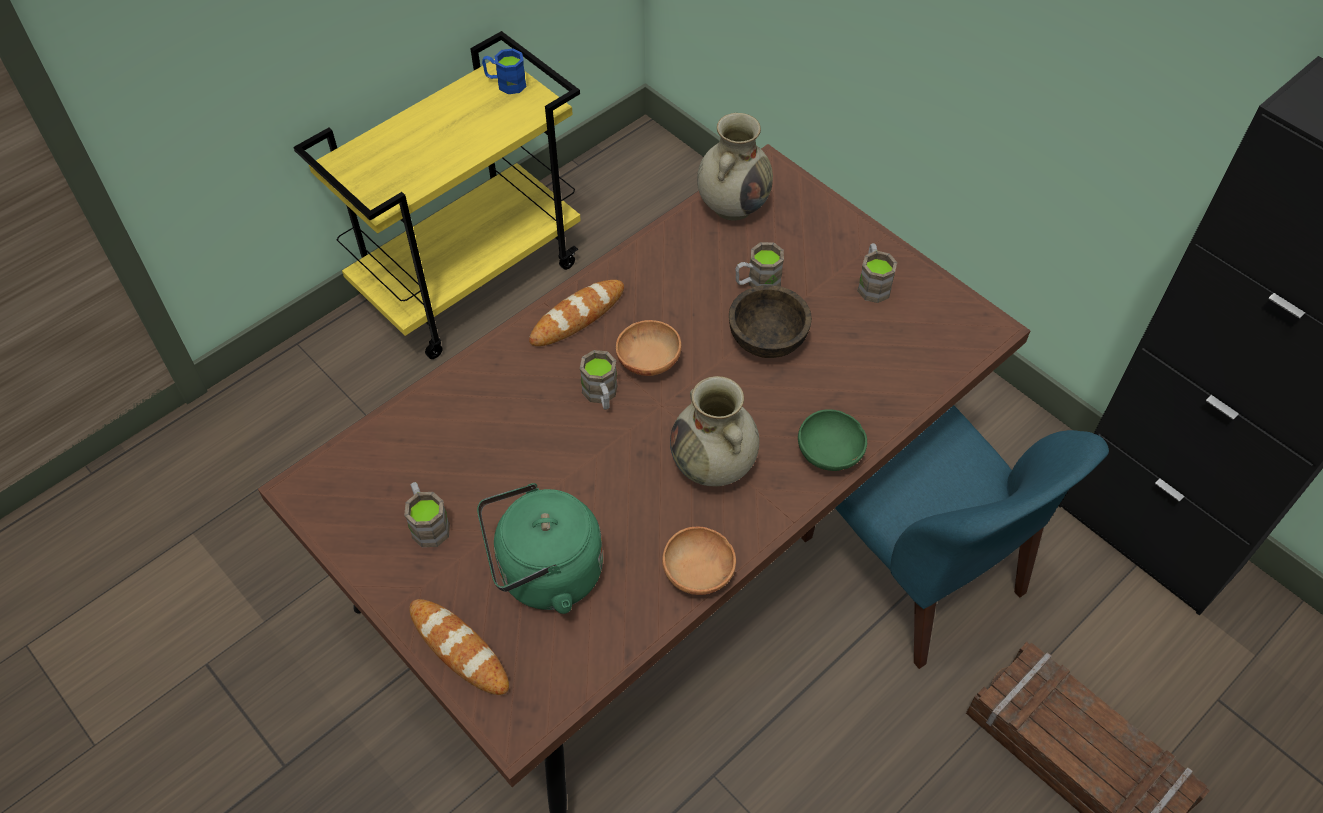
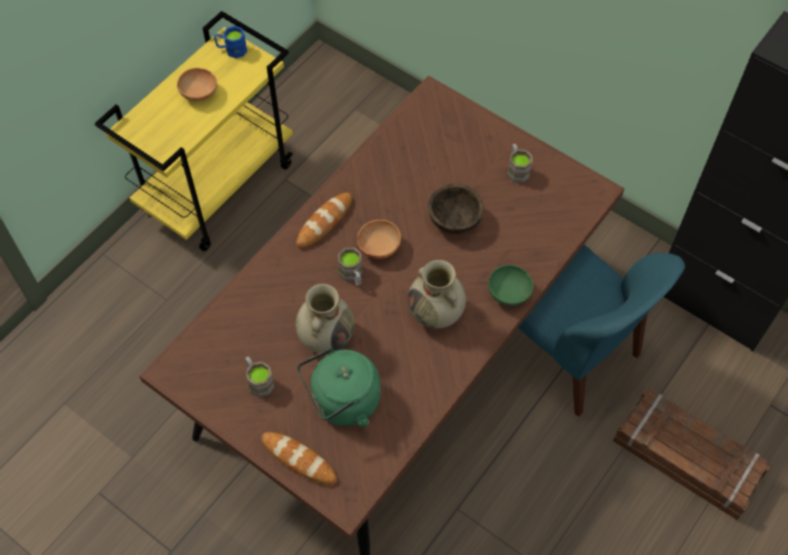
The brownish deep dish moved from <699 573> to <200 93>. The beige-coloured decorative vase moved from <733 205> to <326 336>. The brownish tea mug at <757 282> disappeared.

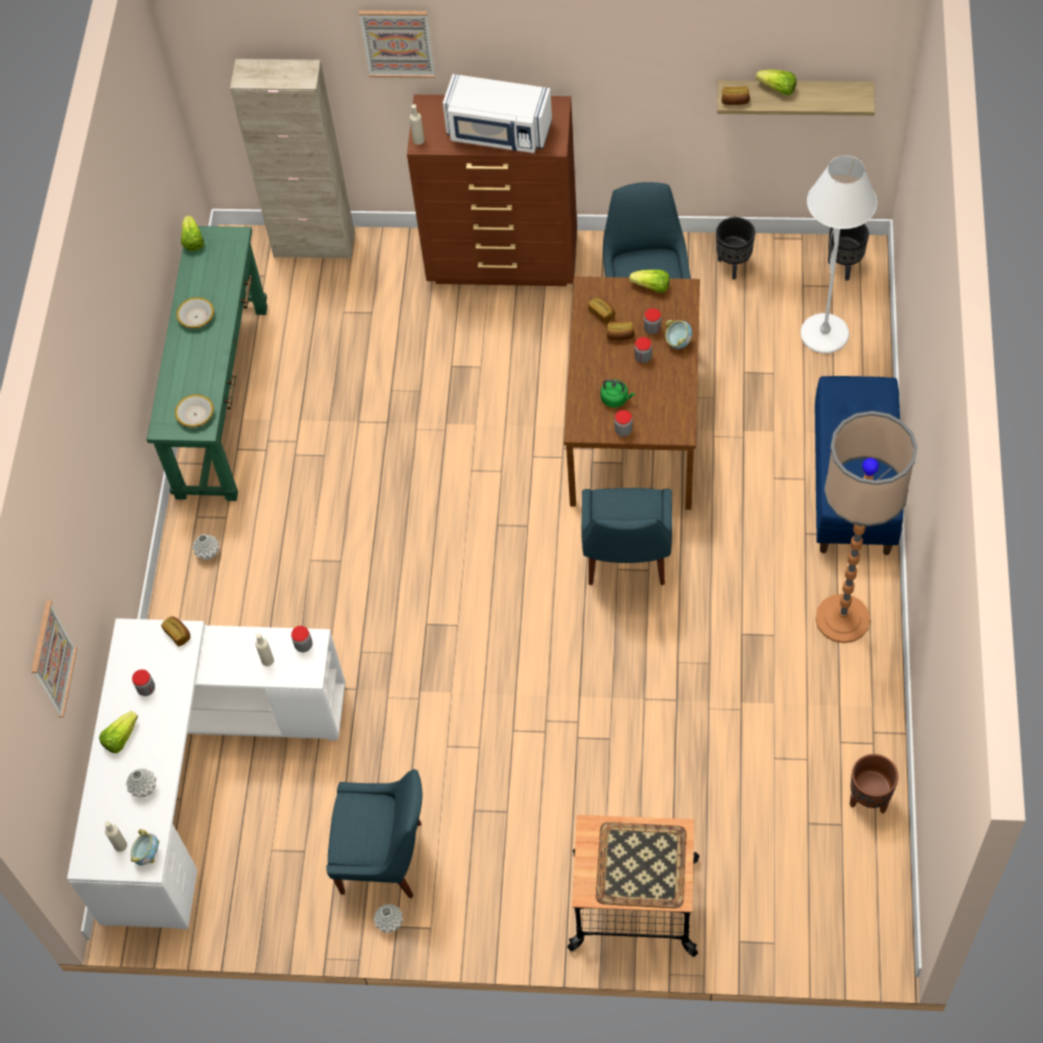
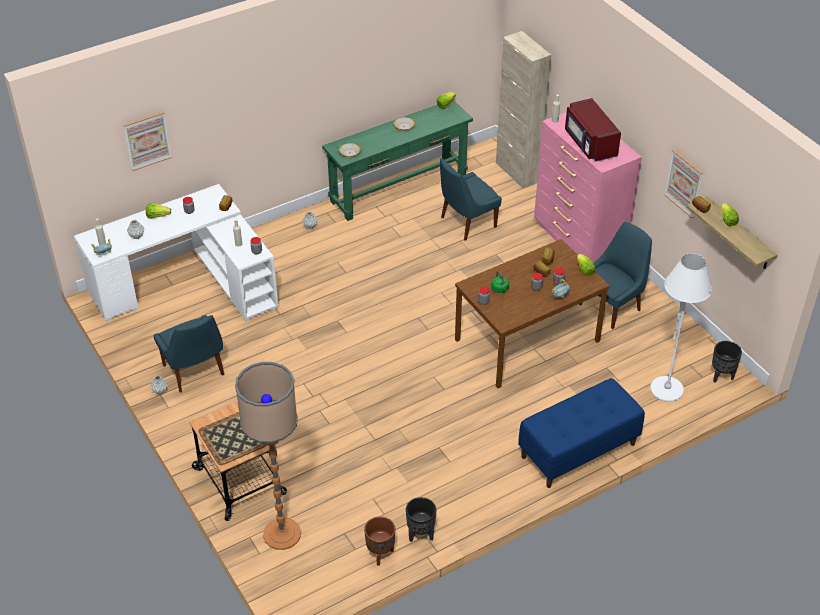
The floor lamp moved from <842 619> to <282 534>. The black plant pot moved from <733 265> to <421 535>. The blue plain chair moved from <626 559> to <466 223>. The brownish dresser at <503 261> became the pink dresser at <578 241>. The white microwave oven at <498 133> became the red microwave oven at <589 143>. The wall art moved from <397 42> to <684 183>.

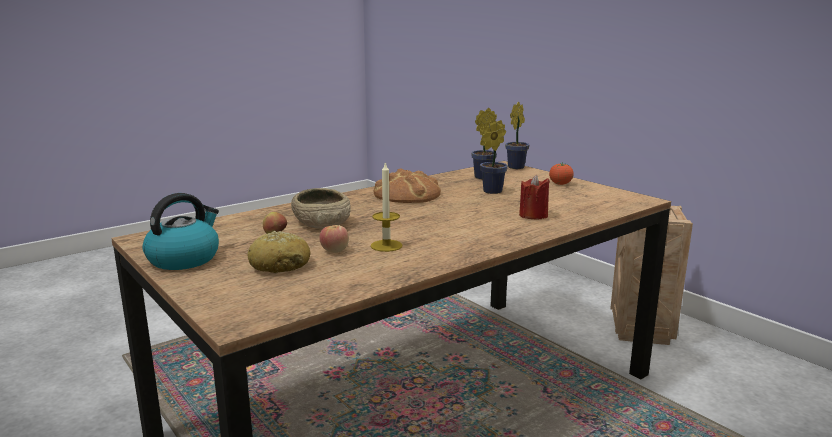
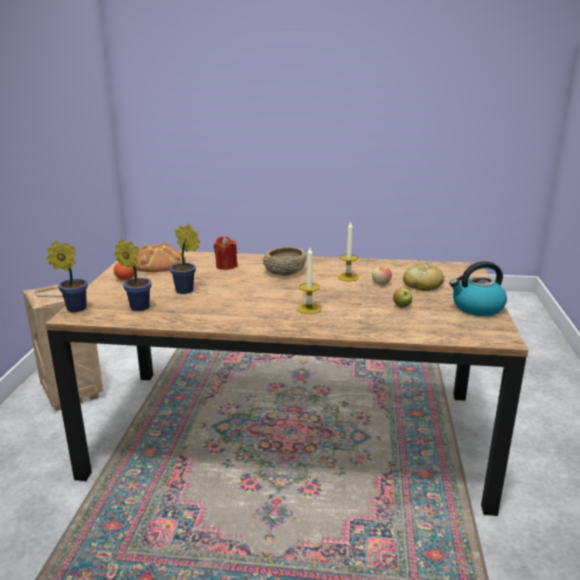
The baked bread moved from <407 194> to <158 263>. The beige-coloured deep dish moved from <322 222> to <284 271>. The candle at <309 309> appeared.

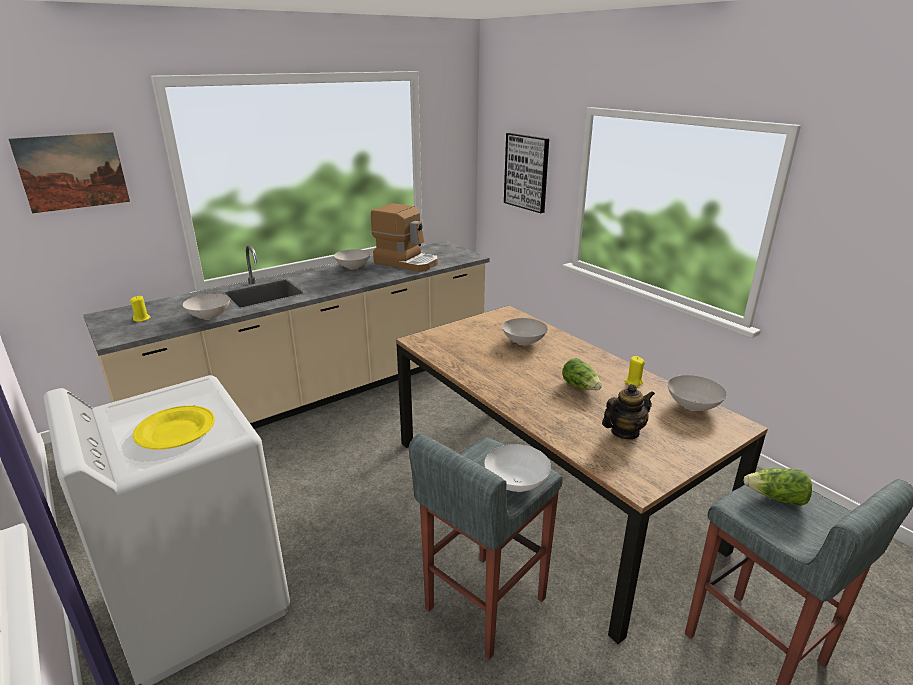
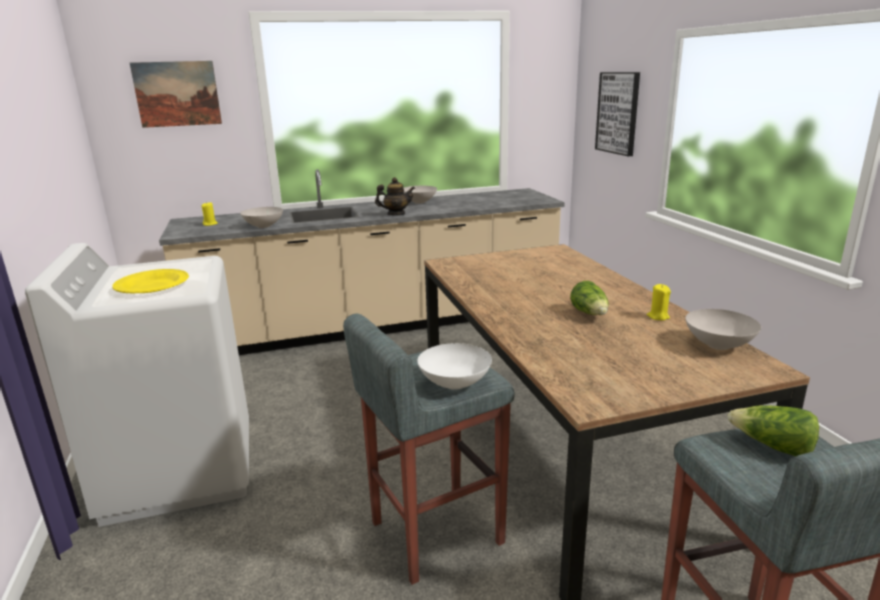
The pot for tea moved from <624 432> to <396 214>. The coffee machine at <407 262> disappeared. The white deep dish at <523 342> disappeared.

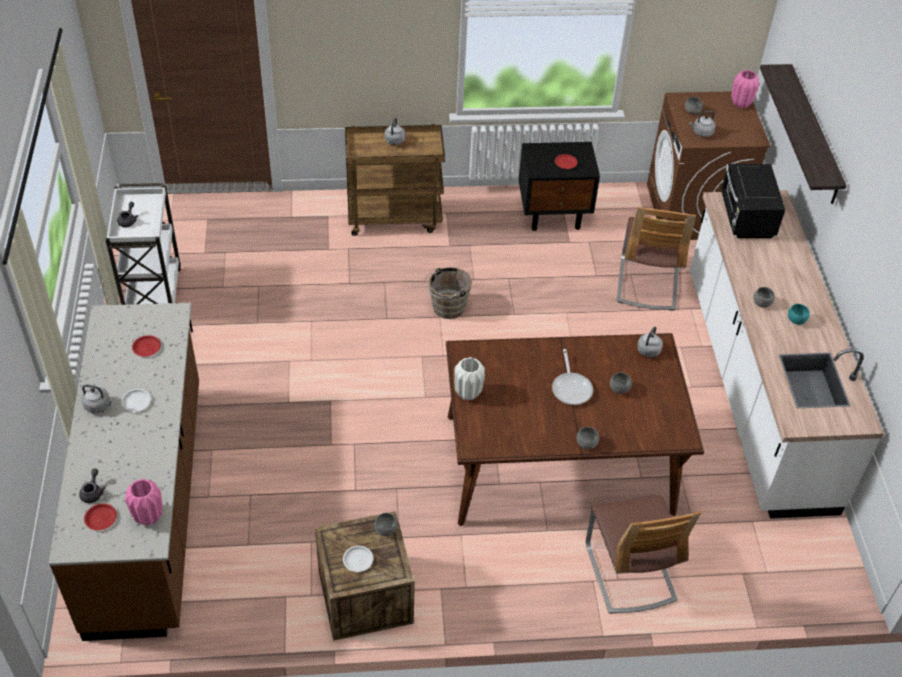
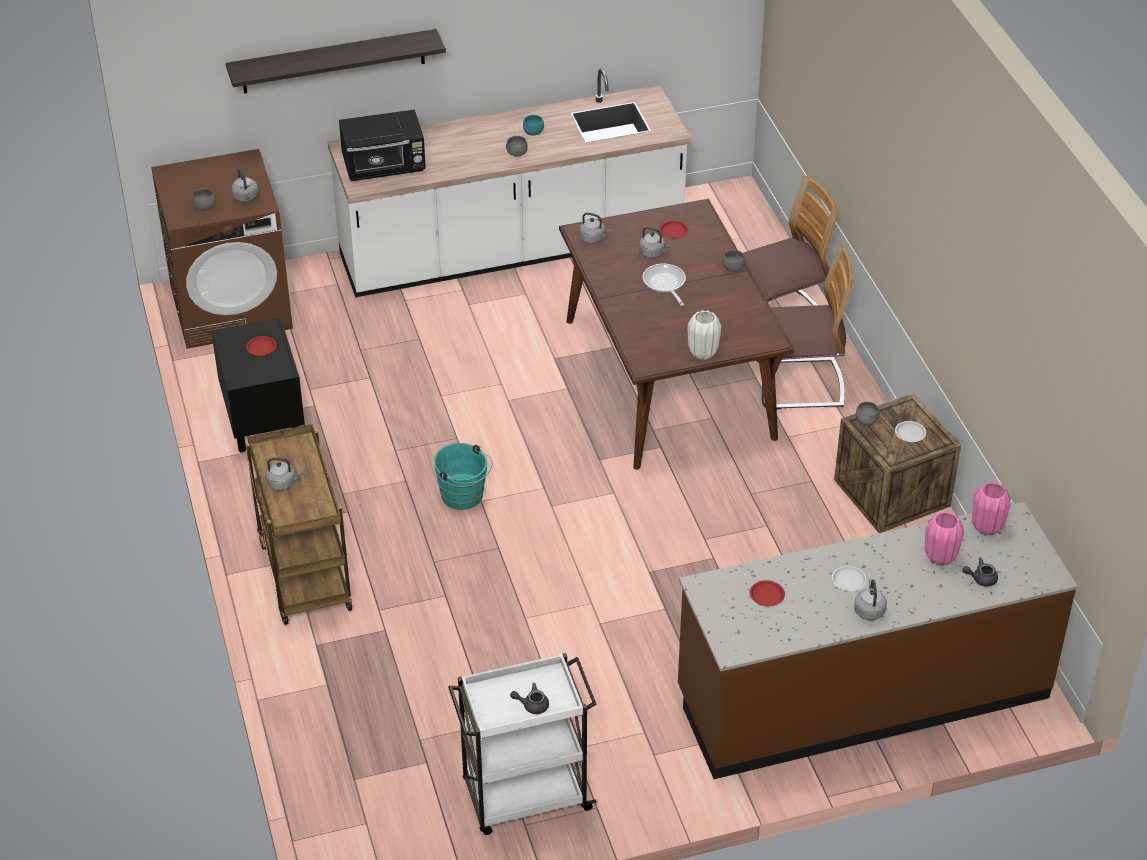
The brownish pail at <446 308> became the turquoise-coloured pail at <464 497>. The grey deep dish at <619 389> was replaced by the grey kettle at <653 253>. The frying pan at <571 388> turned 90 degrees counterclockwise. The red plate moved from <101 518> to <673 231>. The plain chair moved from <647 283> to <798 384>. The pink decorative vase moved from <740 103> to <940 558>.

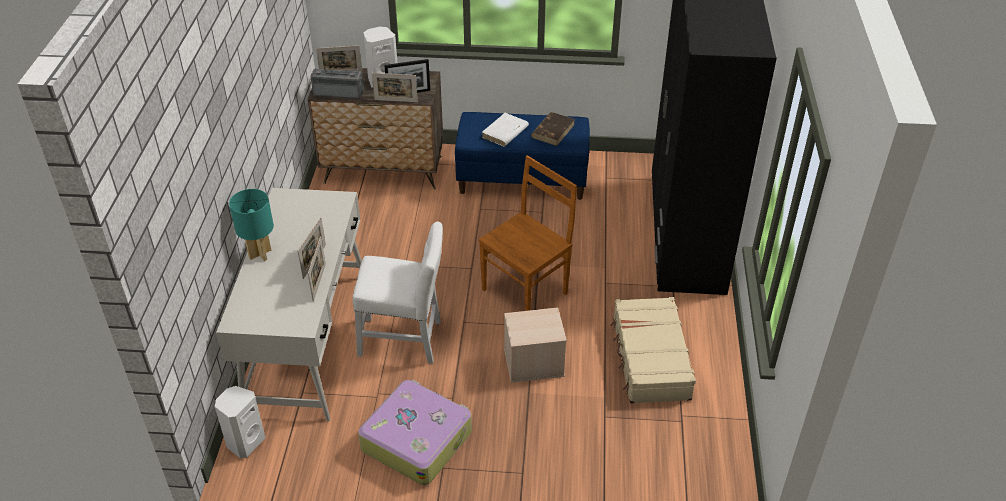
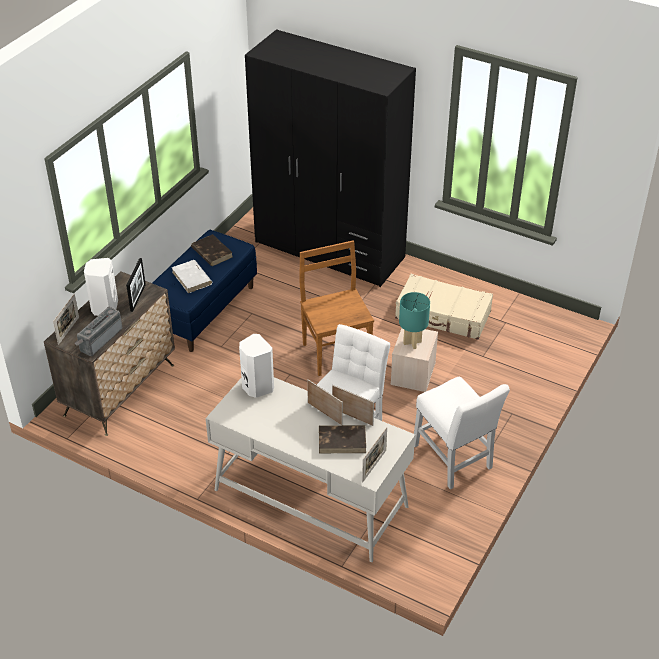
The white audio speaker moved from <245 442> to <256 387>. The brownish book at <342 441> appeared. The standing frame moved from <395 101> to <374 466>. The turquoise-coloured lamp for a table moved from <260 253> to <412 342>. The suitcase at <417 439> was replaced by the white plain chair at <454 460>.

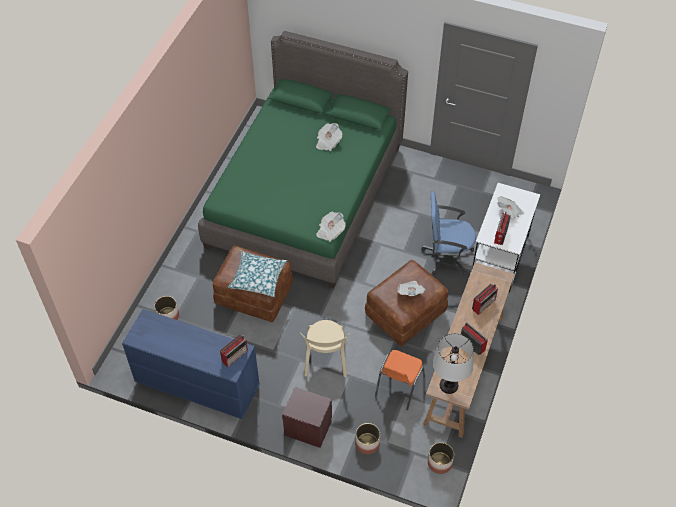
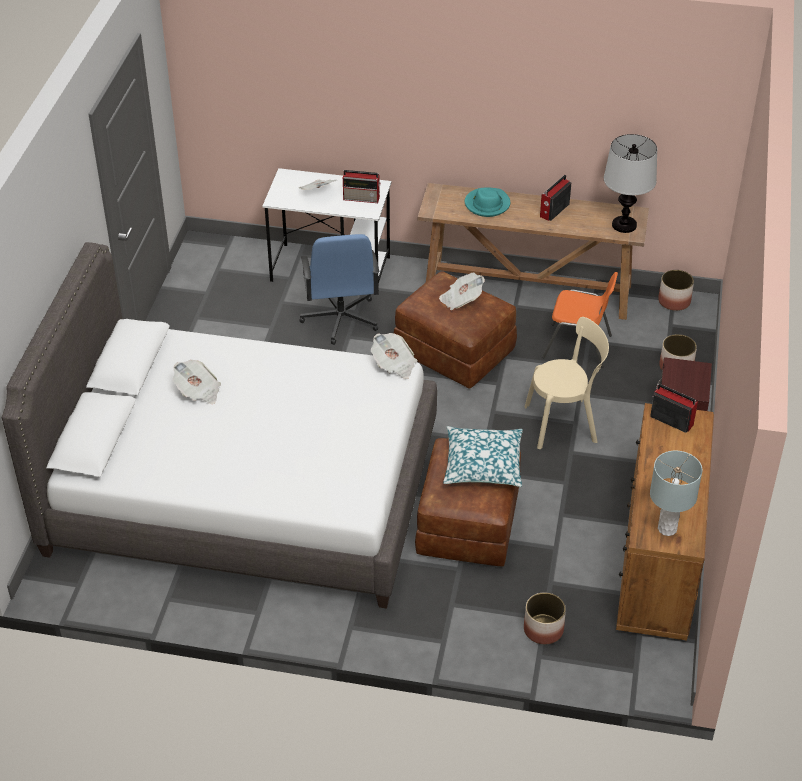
The green bed at <305 196> became the white bed at <243 492>. The radio at <484 304> was replaced by the turquoise-coloured clothing hat at <487 204>. The blue dresser at <196 384> became the brownish dresser at <657 564>. The grey lamp for a table at <667 529> appeared.

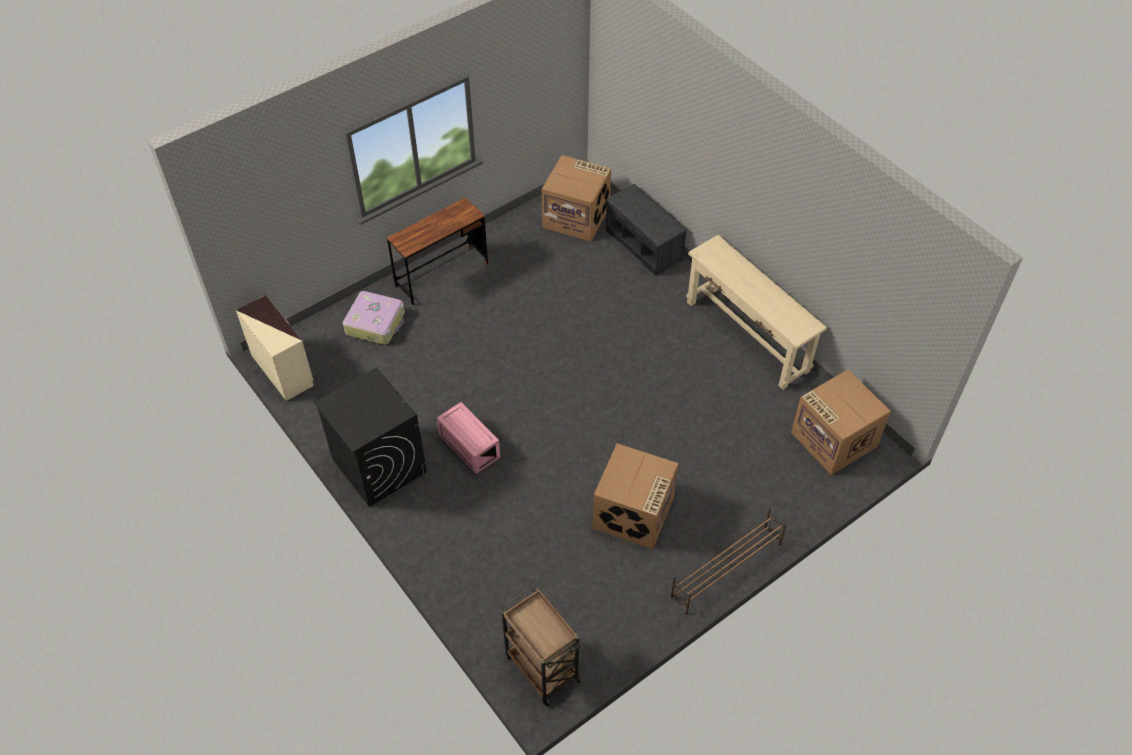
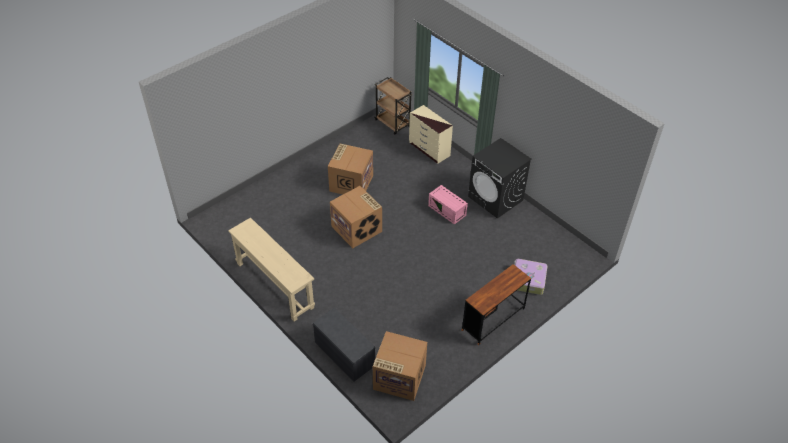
The cardboard box moved from <832 439> to <357 229>. The beige-coloured dresser moved from <283 369> to <429 149>. The brownish shoe rack at <725 570> disappeared.

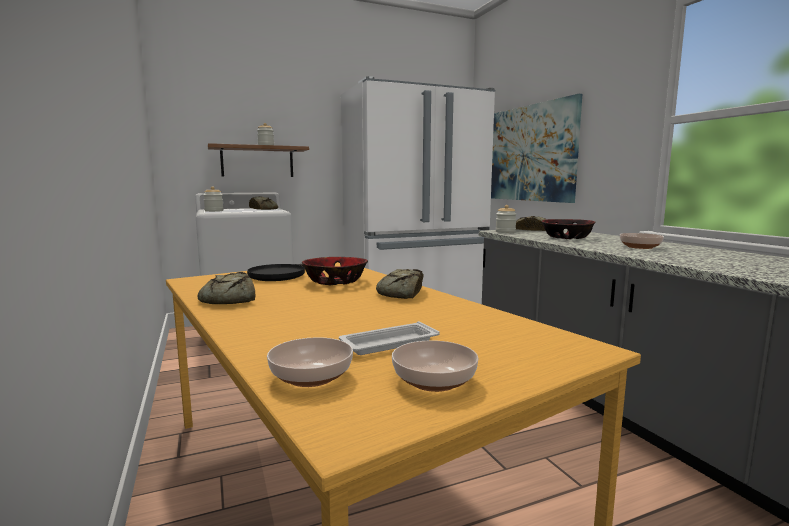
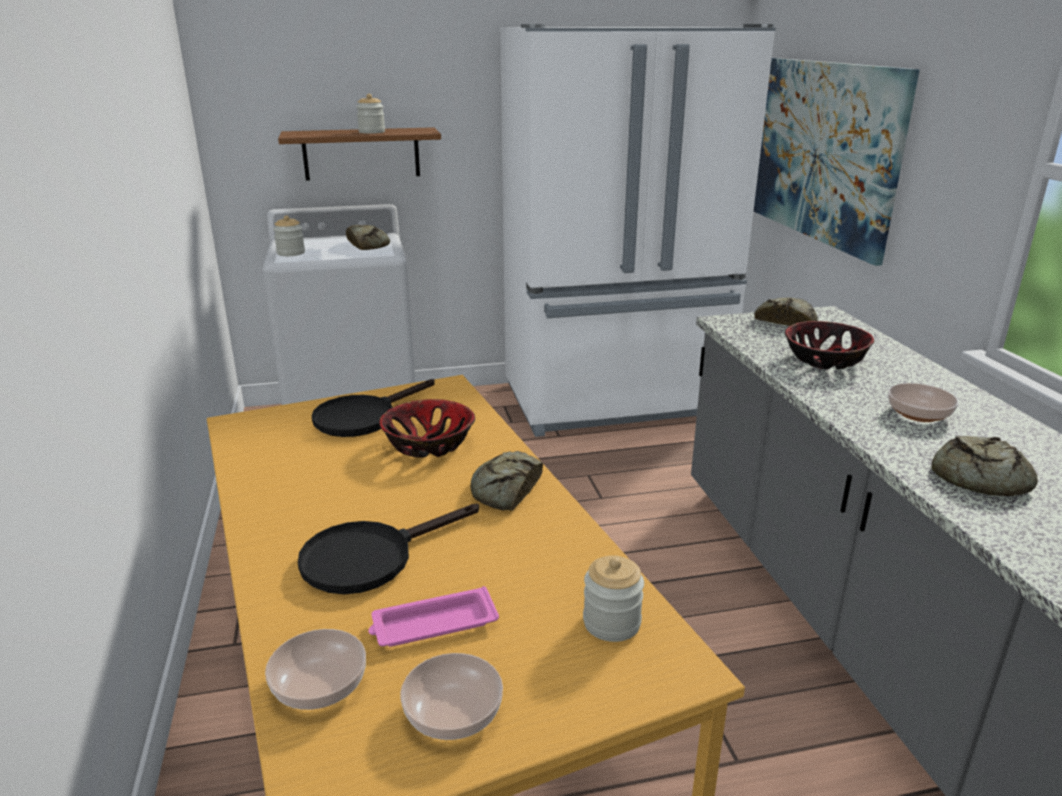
The black frying pan at <370 557> appeared. The white serving tray at <387 344> became the pink serving tray at <432 625>. The preserve jar moved from <505 232> to <611 623>. The baked bread moved from <228 299> to <977 478>.

